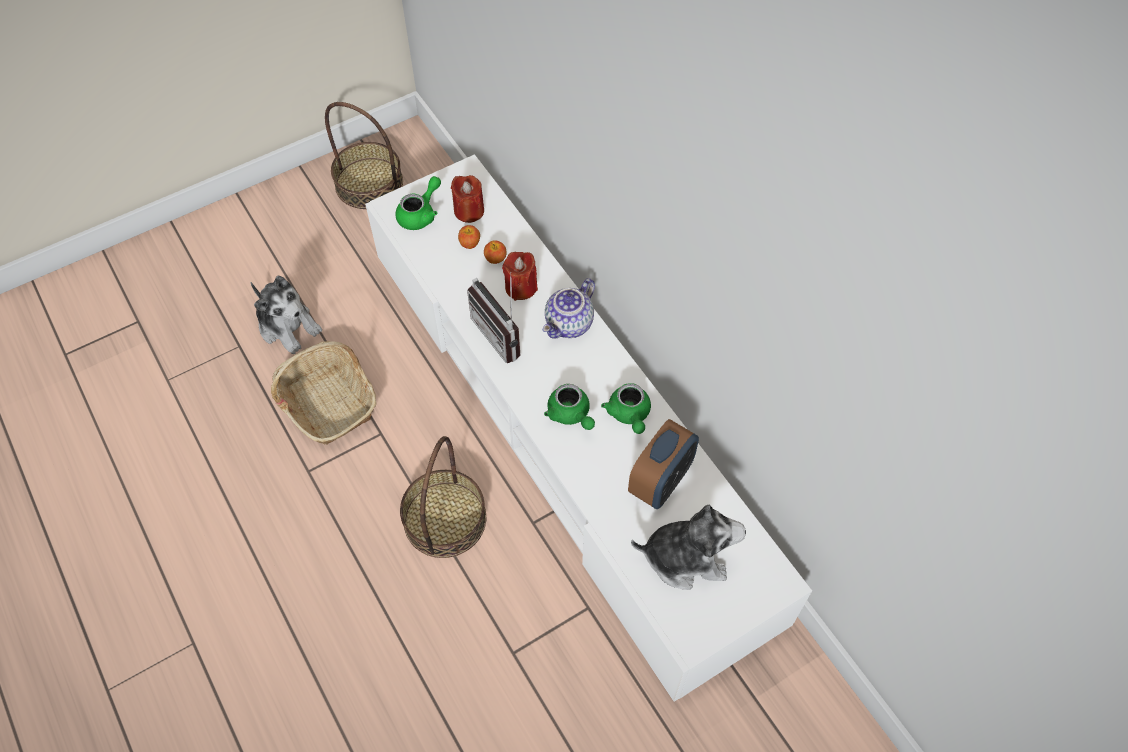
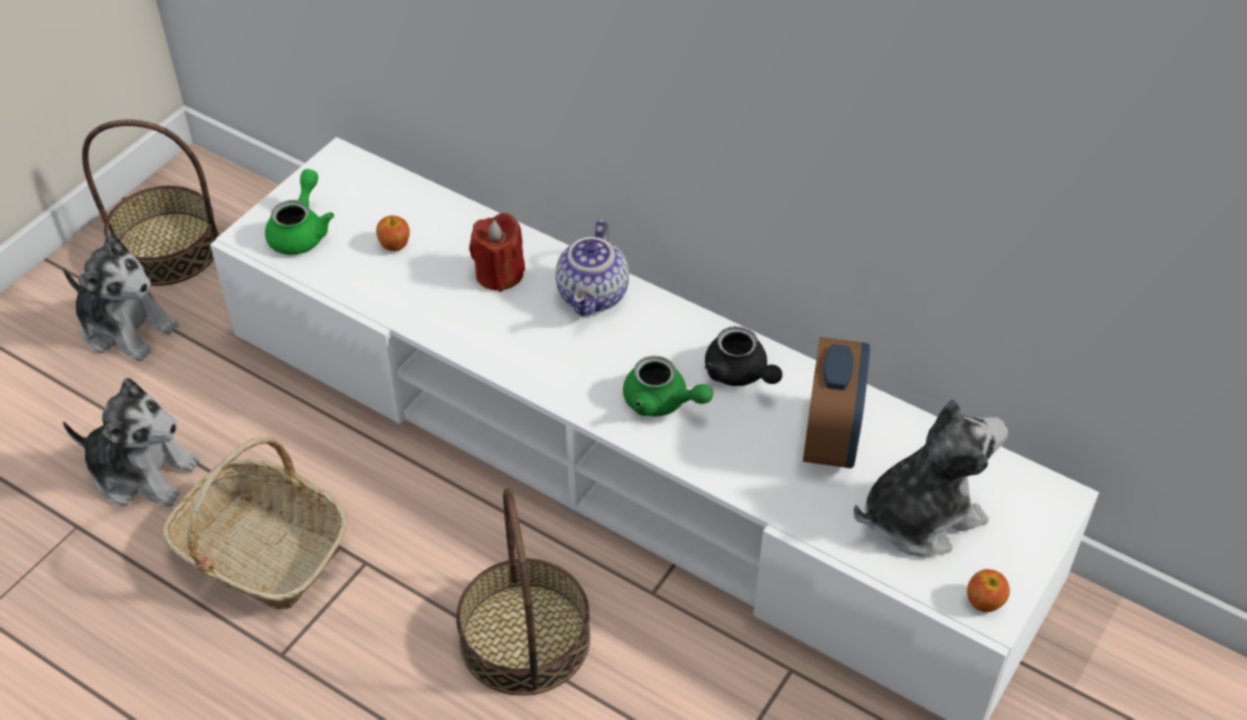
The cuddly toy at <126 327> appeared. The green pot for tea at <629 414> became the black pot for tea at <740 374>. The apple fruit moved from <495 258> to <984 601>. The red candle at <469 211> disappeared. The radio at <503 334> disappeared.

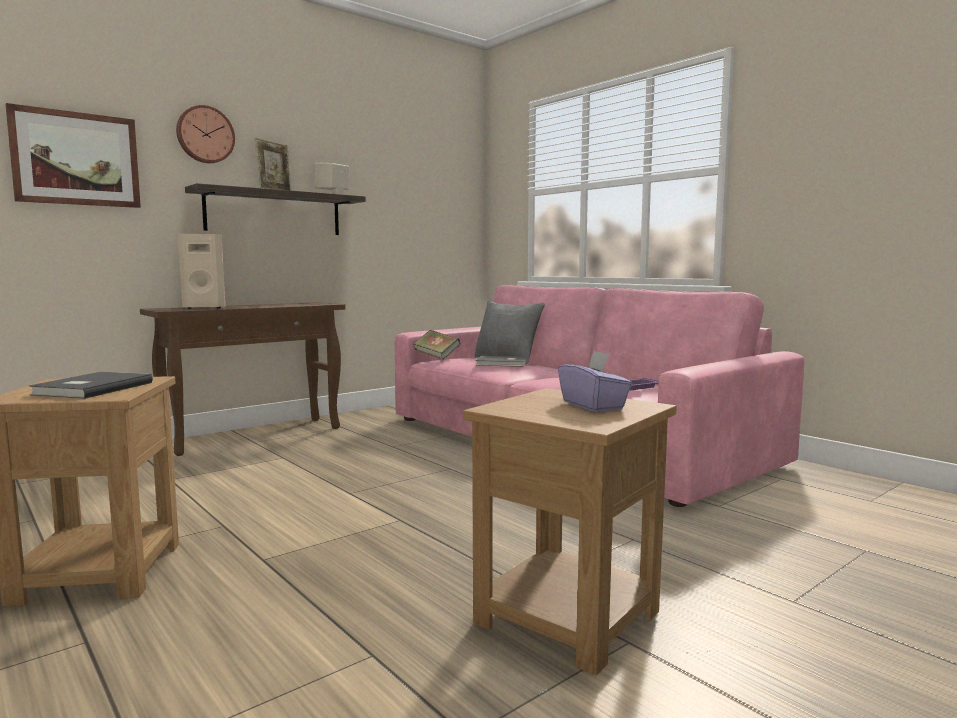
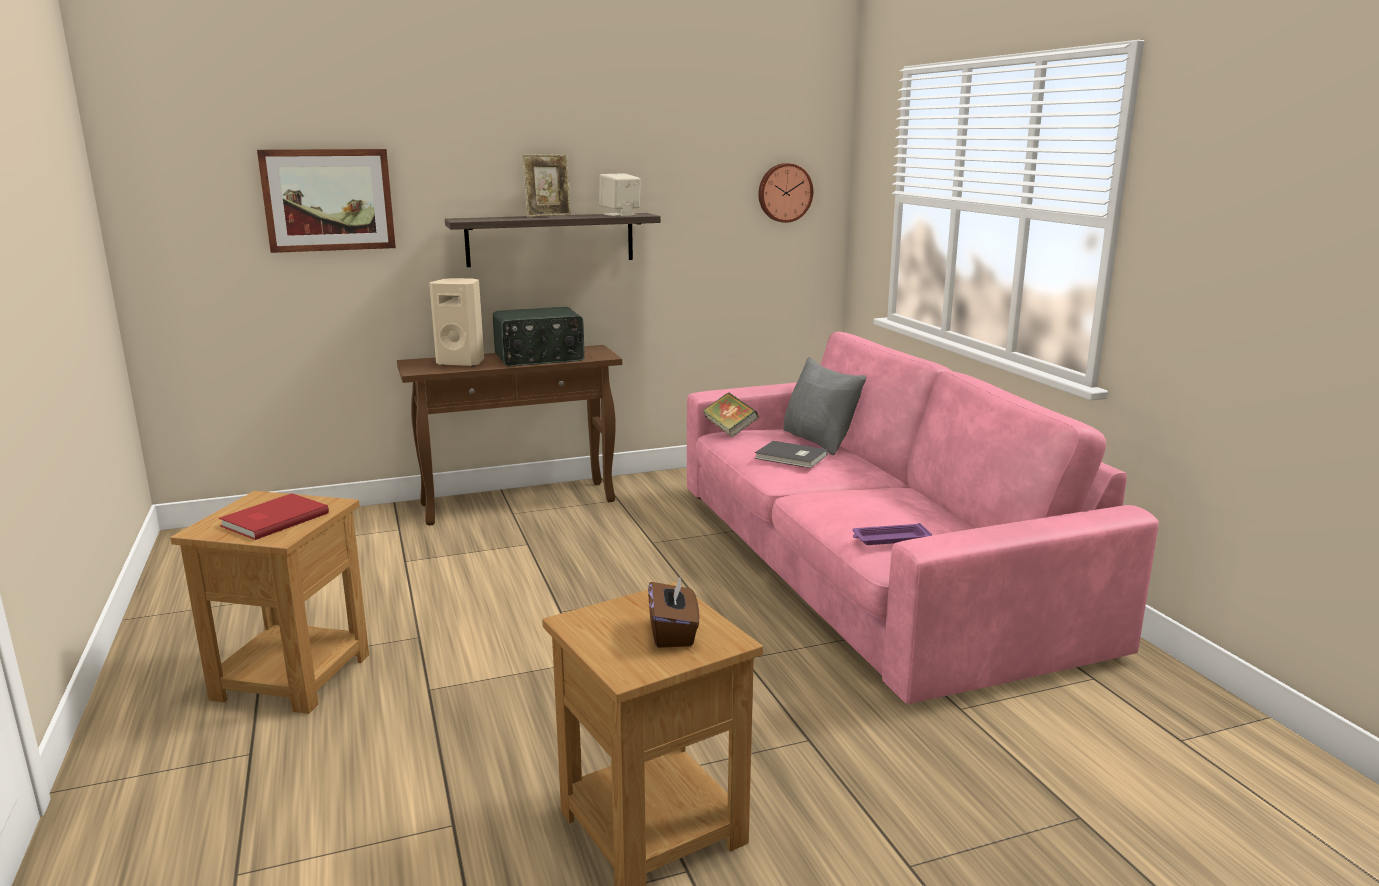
The grey book at <90 389> became the red book at <272 519>. The radio at <539 358> appeared. The purple tissue box at <593 406> became the brownish tissue box at <673 633>. The clock on the wall moved from <205 135> to <784 192>.

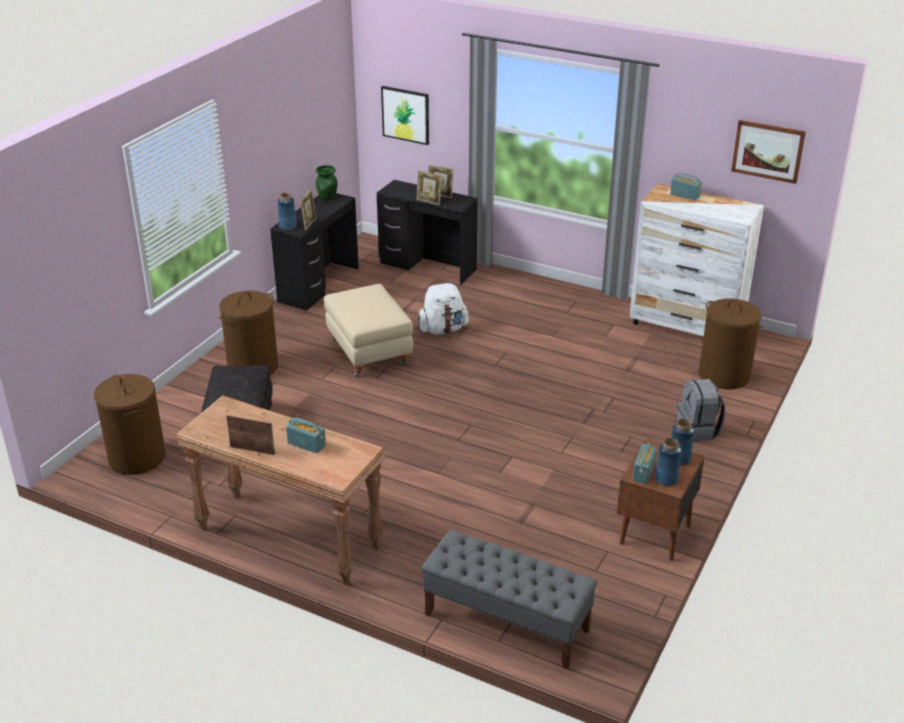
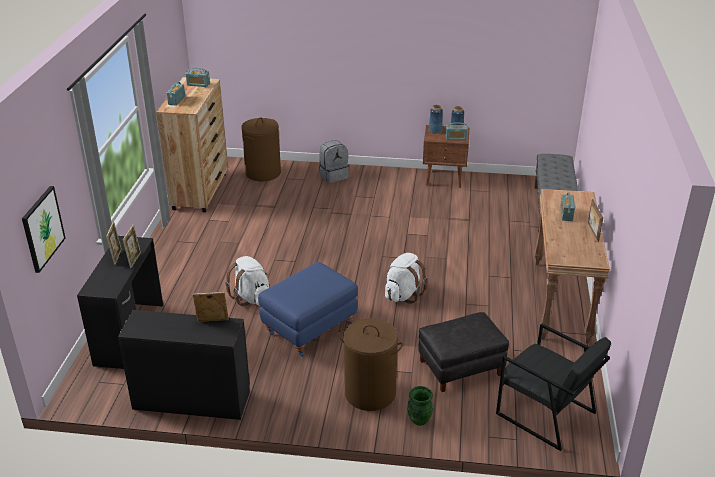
The white dresser at <687 326> became the brownish dresser at <200 191>. The radio at <198 84> appeared. The beige-coloured ottoman at <370 353> became the blue ottoman at <309 328>. The white knapsack at <403 294> appeared. The green decorative vase moved from <327 197> to <419 420>. The brownish hamper at <136 458> was replaced by the black armchair at <545 413>. The blue decorative vase at <288 226> disappeared. The wall art at <768 151> disappeared.

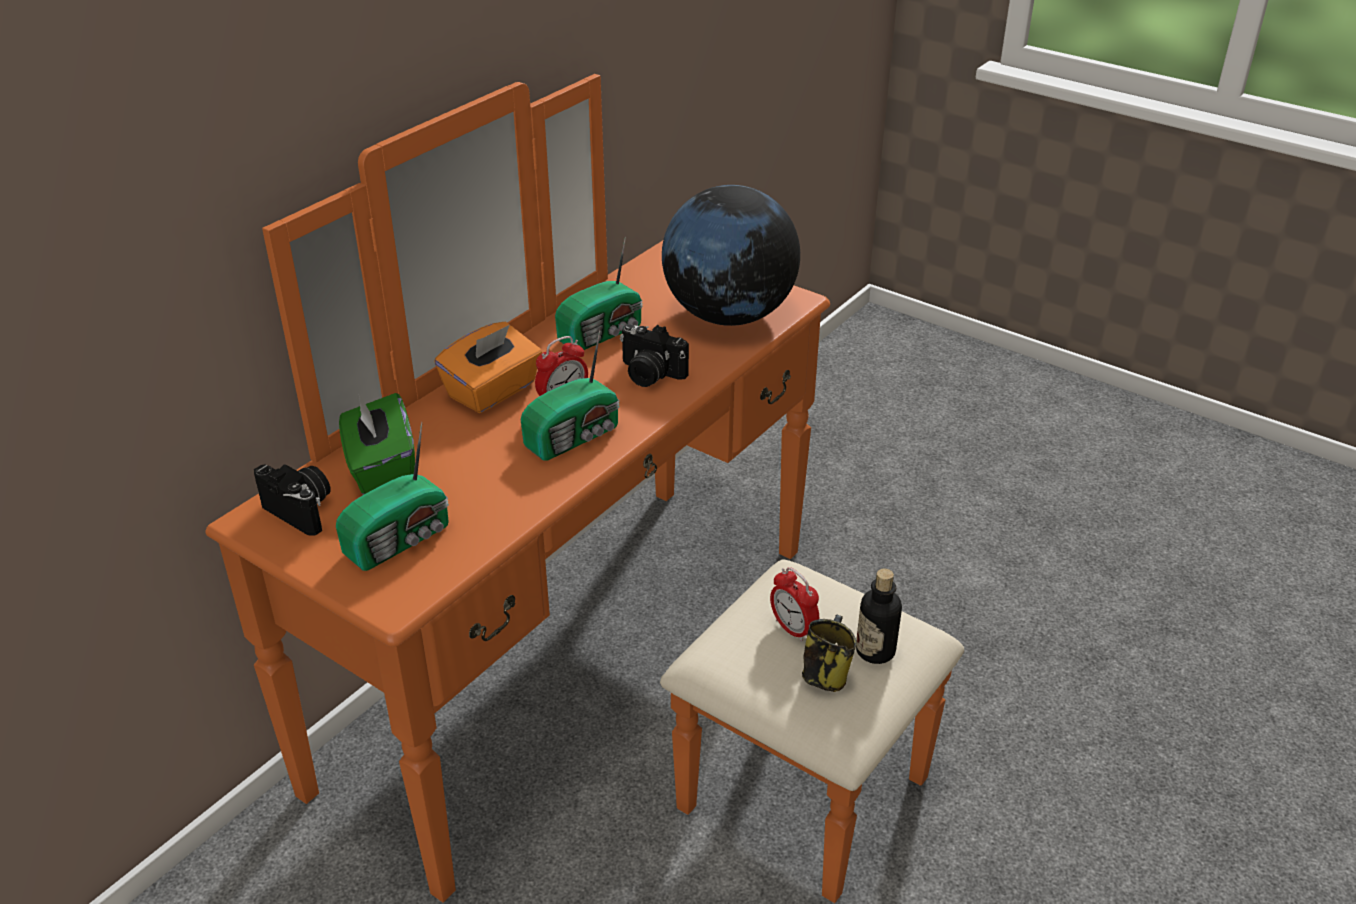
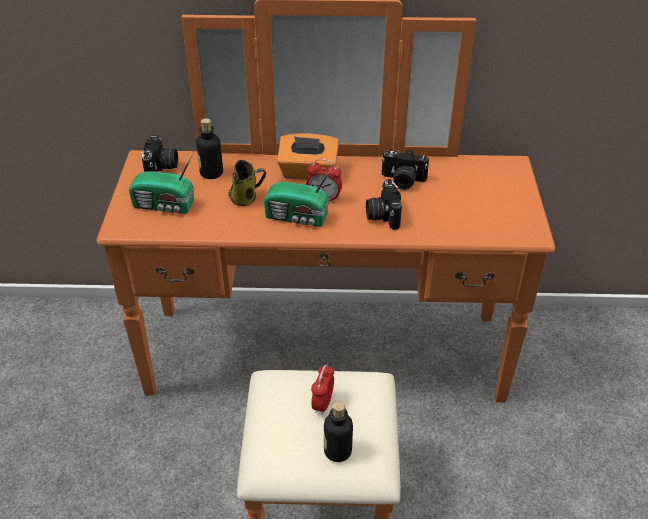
The green tissue box at <381 469> was replaced by the beverage bottle at <211 173>. The tea mug moved from <825 675> to <245 198>. The radio at <603 333> was replaced by the still camera at <402 181>. The desk globe at <729 315> disappeared.

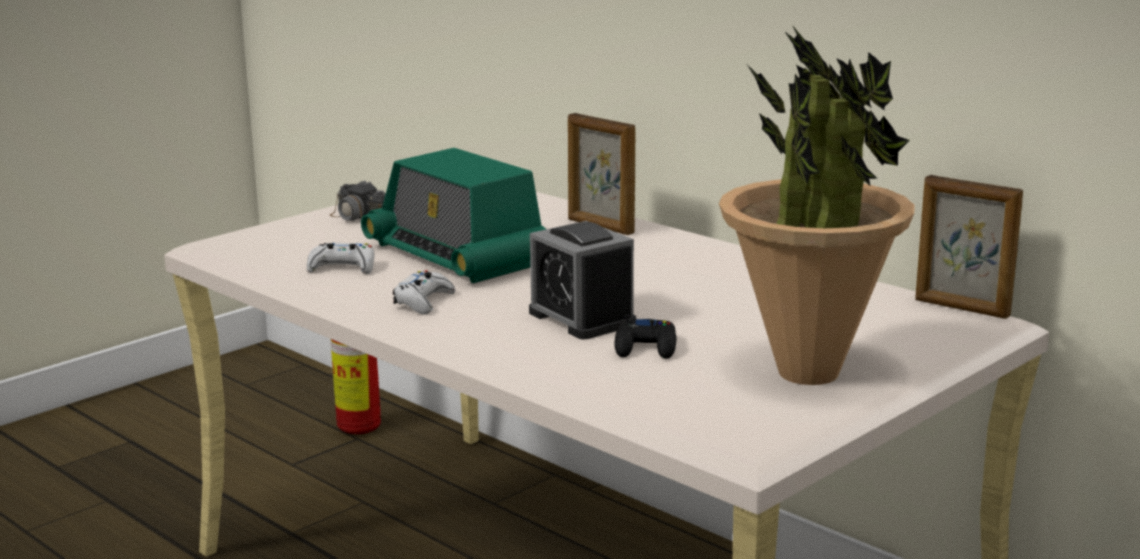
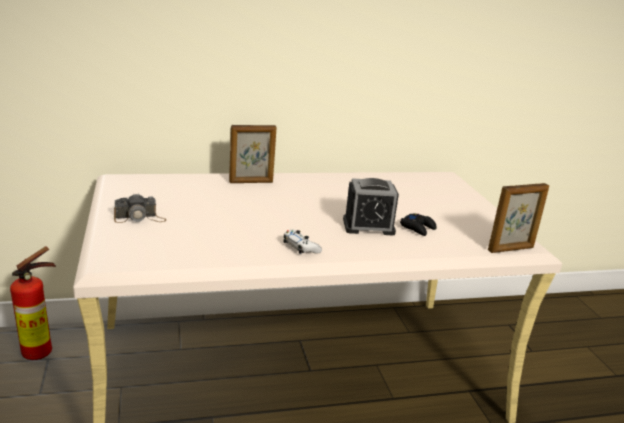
The standing frame moved from <961 308> to <511 249>. The white joypad at <343 268> disappeared. The radio at <456 255> disappeared. The houseplant at <809 373> disappeared.

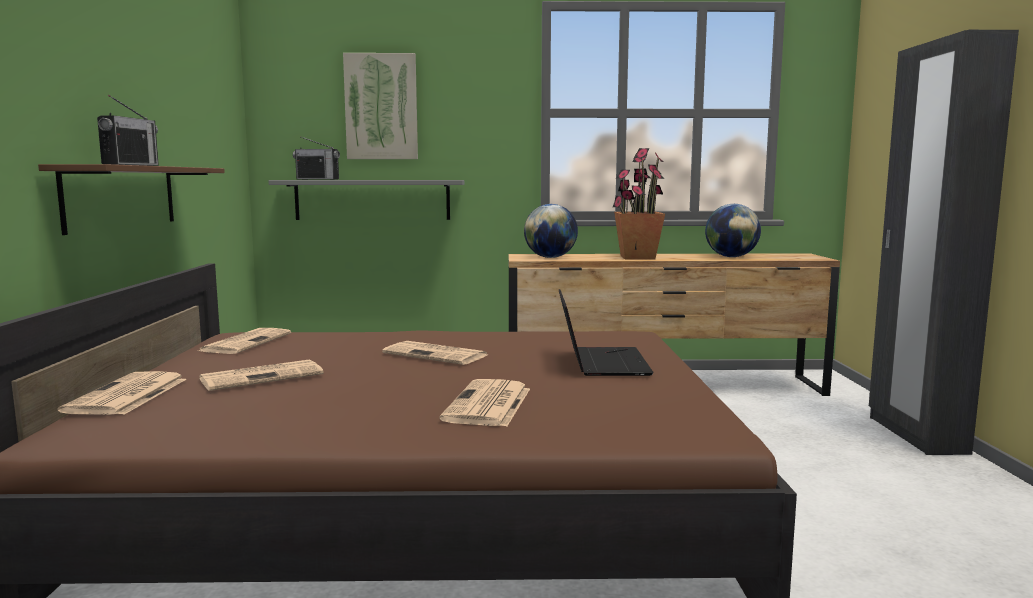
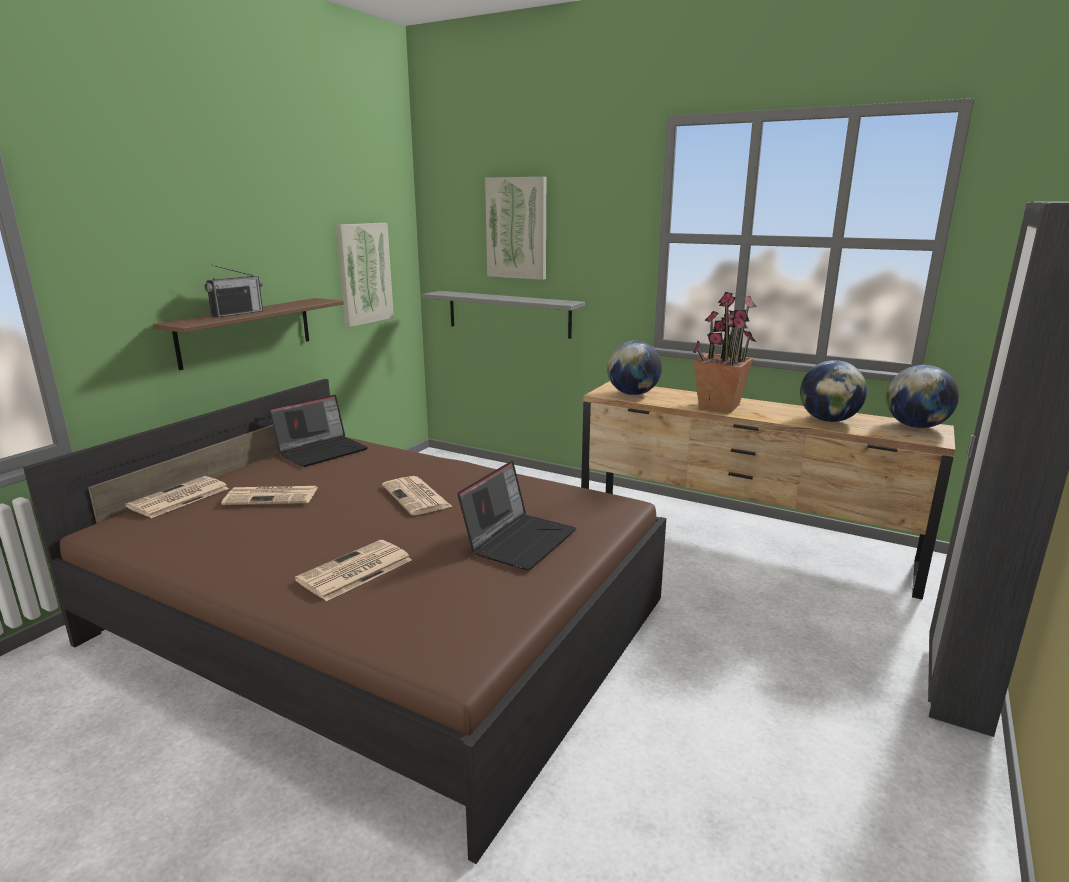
The printed paper at <246 342> was replaced by the notebook computer at <322 451>. The wall art at <364 273> appeared. The desk globe at <915 426> appeared. The radio at <317 179> disappeared.

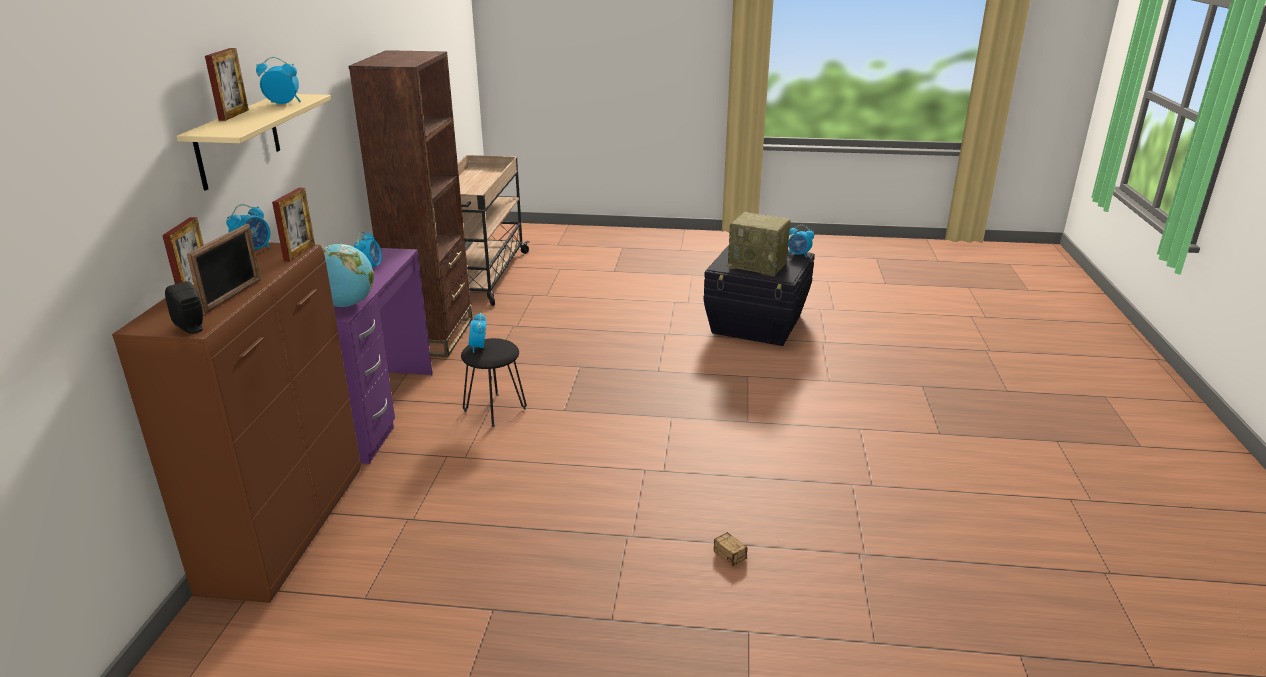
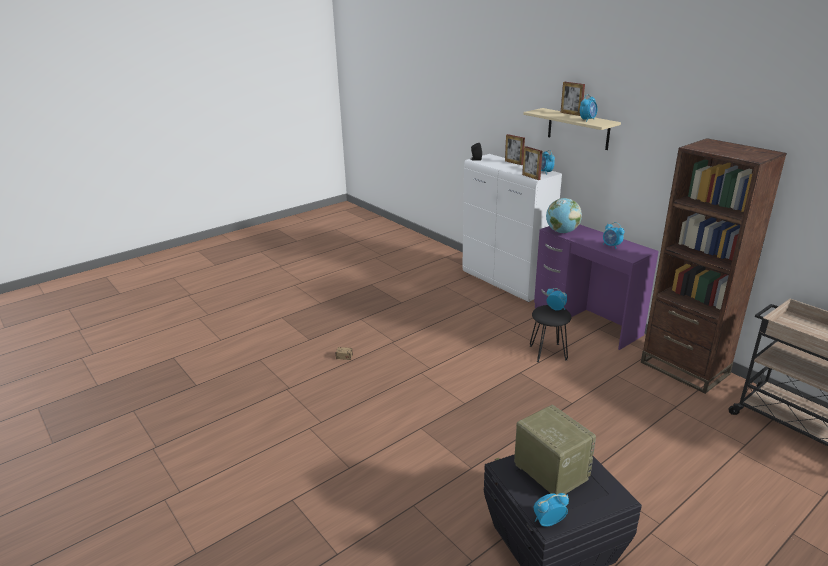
The brownish cupboard at <286 529> became the white cupboard at <506 283>. The radio at <758 265> turned 75 degrees clockwise. The standing frame at <233 296> disappeared.

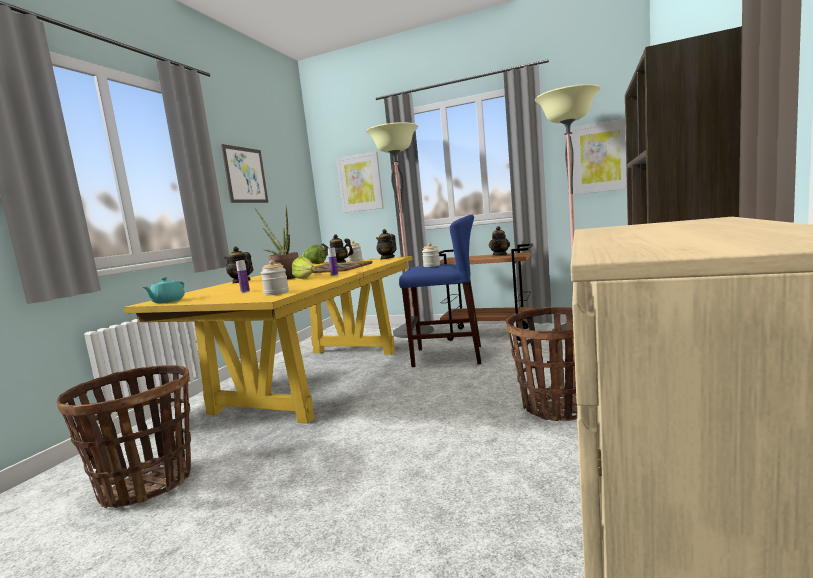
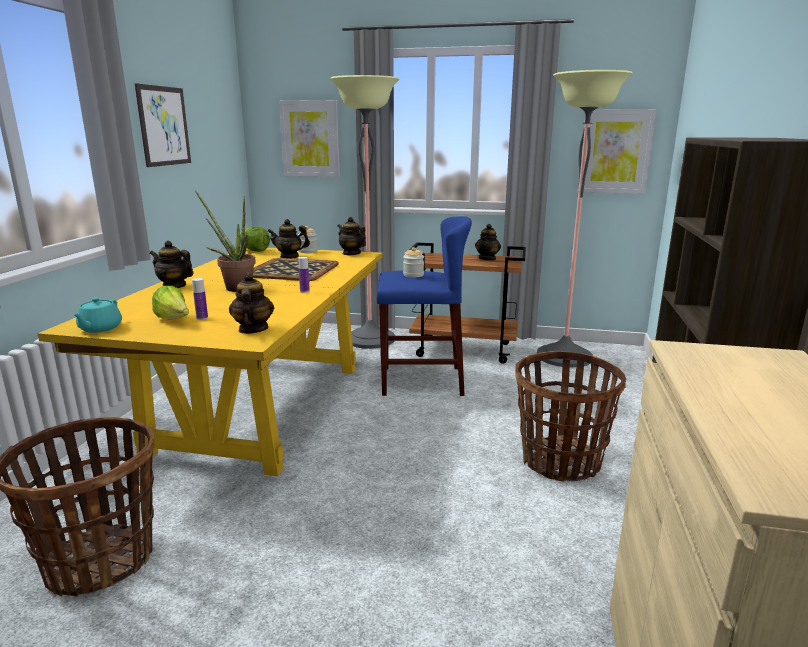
The head of lettuce moved from <306 279> to <174 320>. The preserve jar at <276 293> was replaced by the pot for tea at <253 329>.

